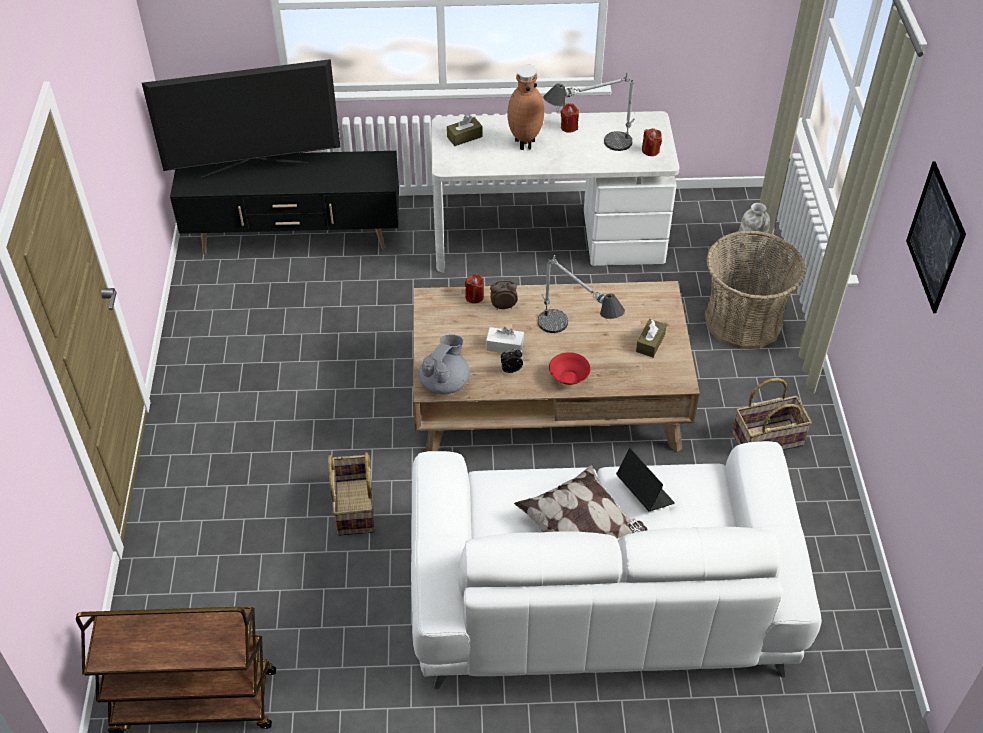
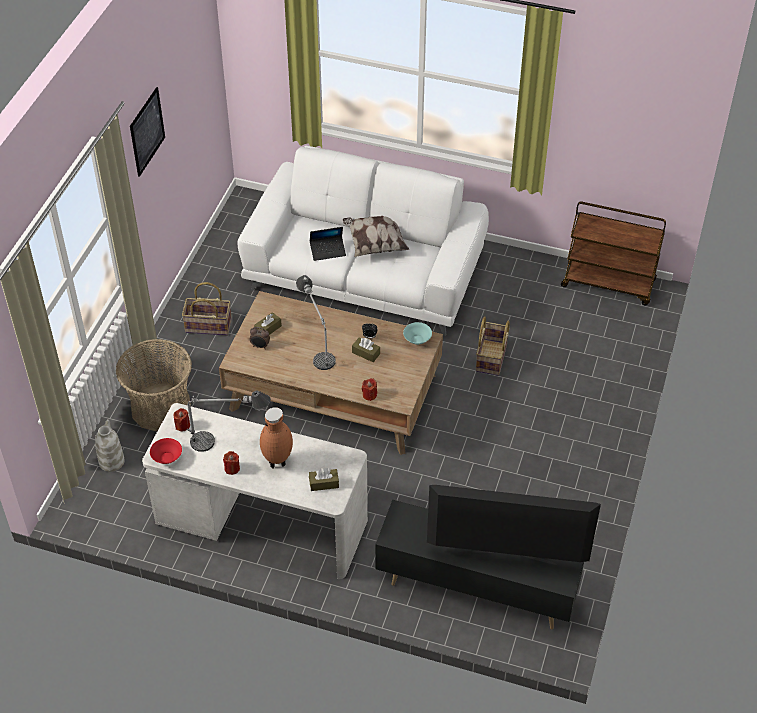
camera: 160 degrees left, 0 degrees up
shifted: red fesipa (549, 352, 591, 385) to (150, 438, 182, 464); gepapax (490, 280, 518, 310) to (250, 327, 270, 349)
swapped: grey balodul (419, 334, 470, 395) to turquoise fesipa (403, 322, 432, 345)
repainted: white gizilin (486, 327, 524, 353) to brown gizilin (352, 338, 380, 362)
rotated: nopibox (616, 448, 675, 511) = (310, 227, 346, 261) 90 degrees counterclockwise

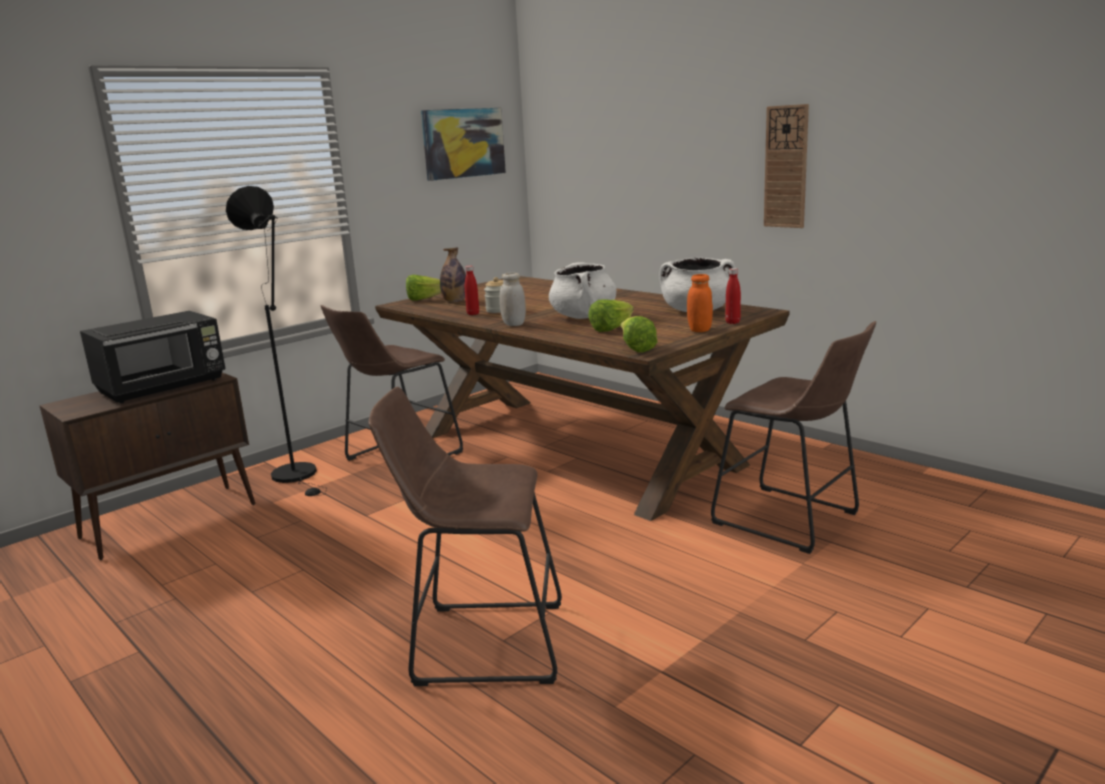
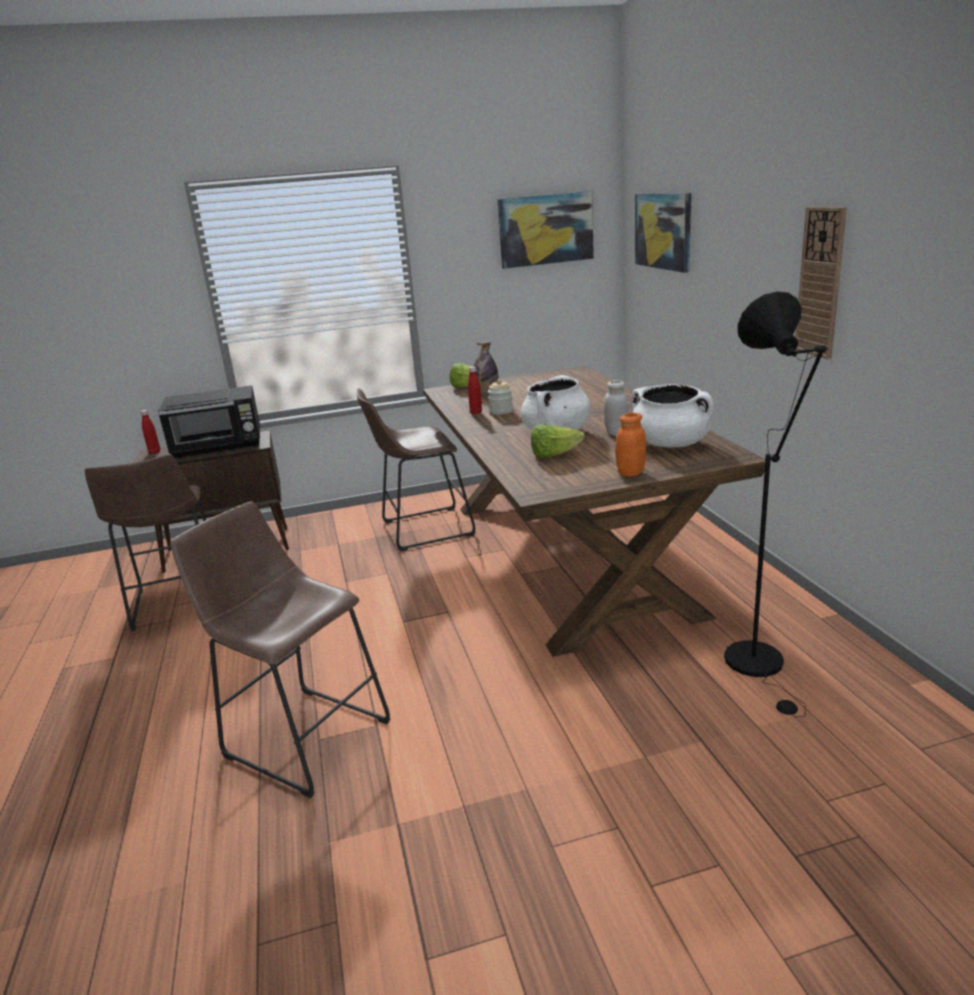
camera: 30 degrees right, 5 degrees up
gone: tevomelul (620, 316, 657, 352)
new: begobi (635, 193, 691, 273)
shifted: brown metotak (711, 321, 876, 554) to (85, 454, 206, 631); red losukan (725, 268, 741, 324) to (140, 410, 160, 454); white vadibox (499, 272, 526, 326) to (603, 380, 629, 436); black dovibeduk (226, 186, 327, 496) to (724, 291, 828, 717)

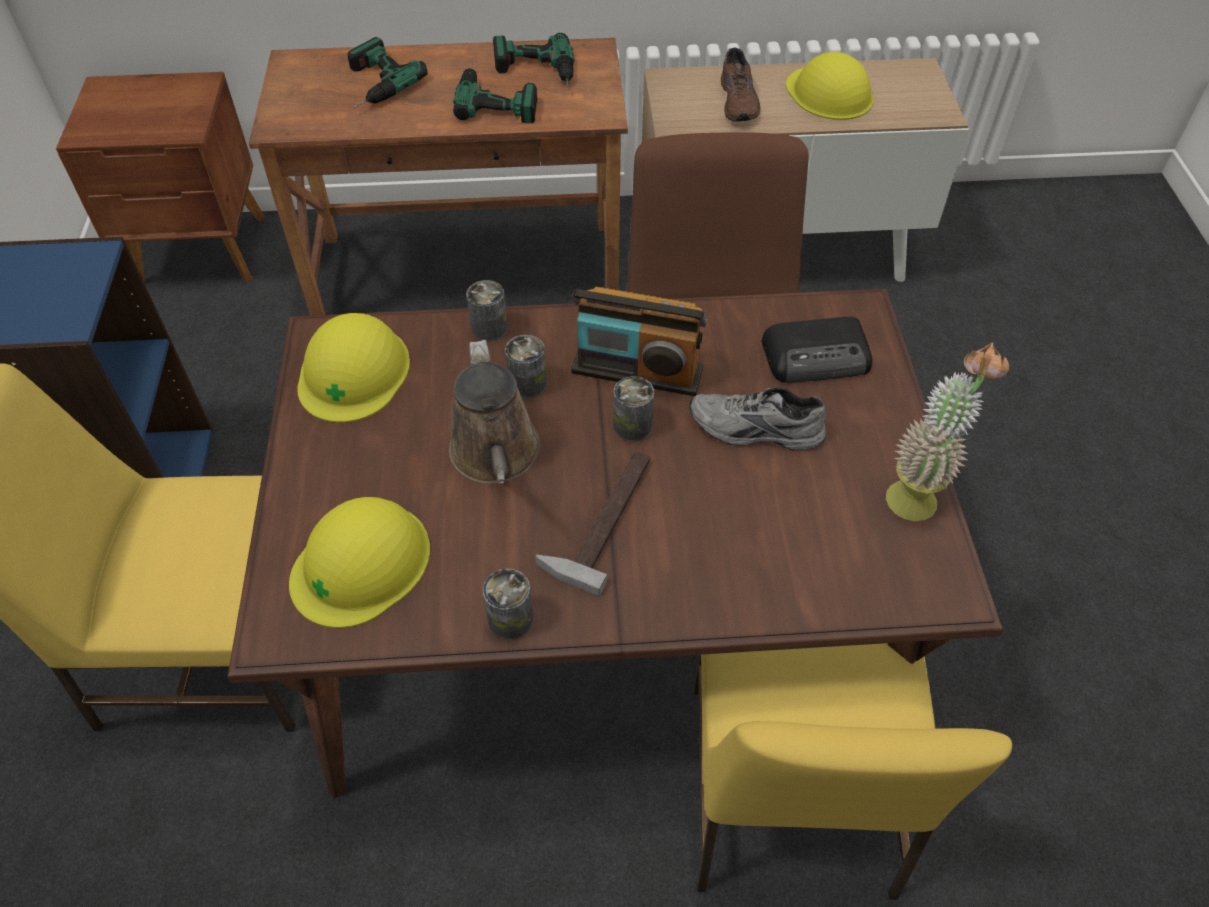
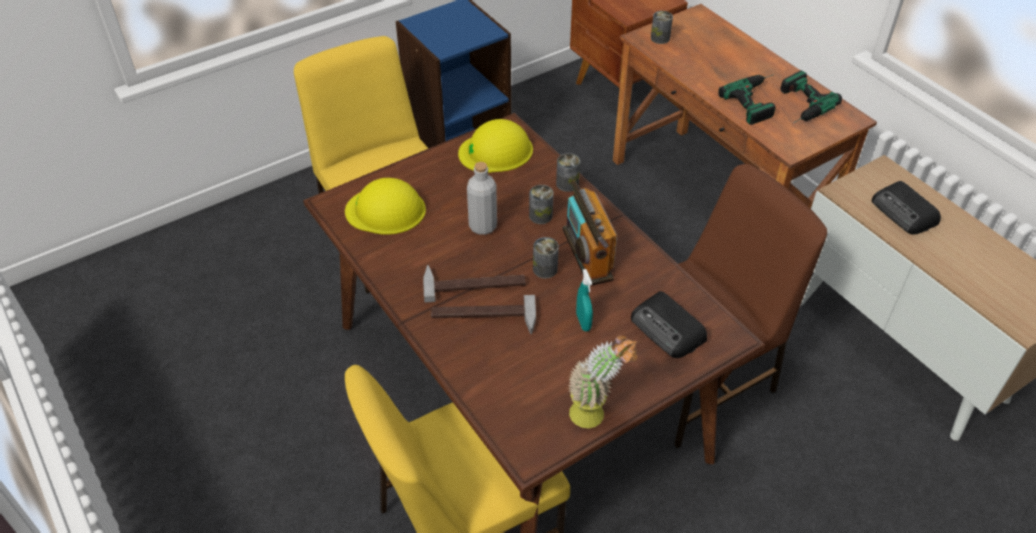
camera: 60 degrees right, 5 degrees down
gone: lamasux (348, 37, 428, 108); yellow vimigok (786, 52, 874, 120)
new: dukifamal (431, 295, 536, 334)
shifted: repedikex (483, 569, 533, 640) to (651, 11, 673, 44)
swapped: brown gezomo (449, 340, 540, 484) to grey losukan (467, 162, 497, 235); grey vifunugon (690, 387, 826, 450) to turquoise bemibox (576, 269, 593, 331); brown vifunugon (721, 47, 760, 122) to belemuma (872, 181, 941, 234)

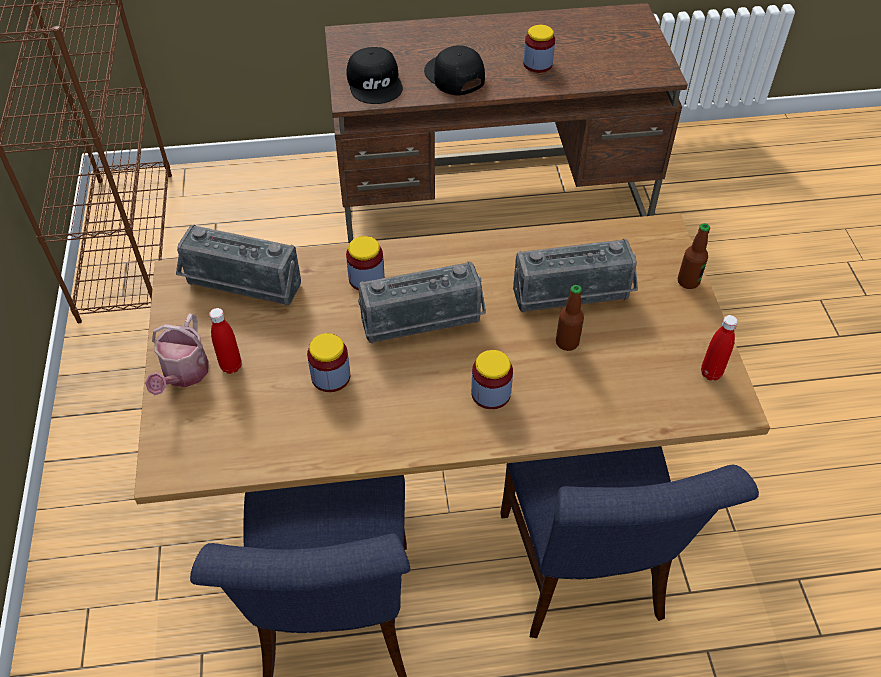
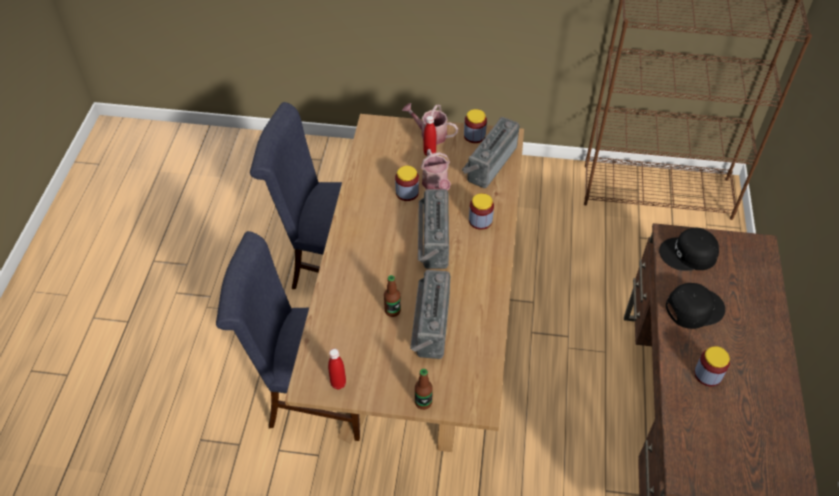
camera: 105 degrees right, 0 degrees up
new: gezomo (421, 149, 451, 190)
shifted: vadibox (471, 350, 513, 409) to (464, 109, 487, 143)

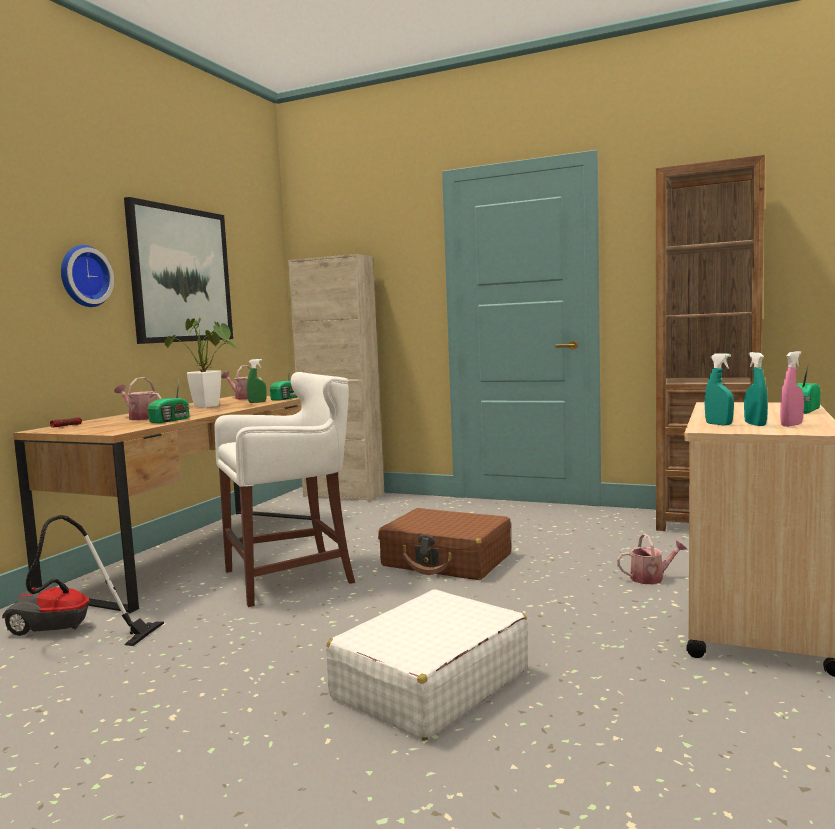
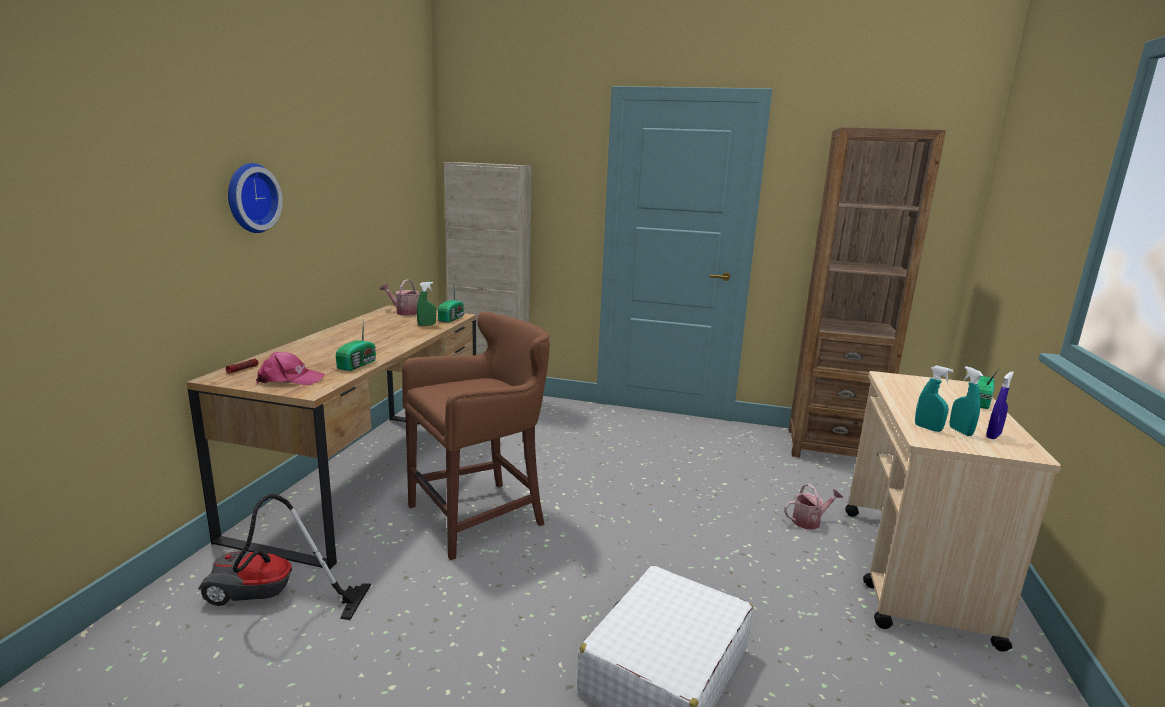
camera: 10 degrees left, 10 degrees up
gone: gezomo (114, 377, 162, 420); begobi (124, 197, 233, 344); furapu (165, 318, 238, 408); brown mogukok (378, 508, 511, 580)
new: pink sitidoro (256, 352, 325, 385)
repainted: white metotak (214, 372, 355, 607) to brown metotak (402, 312, 550, 560); pink bemibox (780, 351, 804, 427) to blue bemibox (986, 371, 1014, 439)

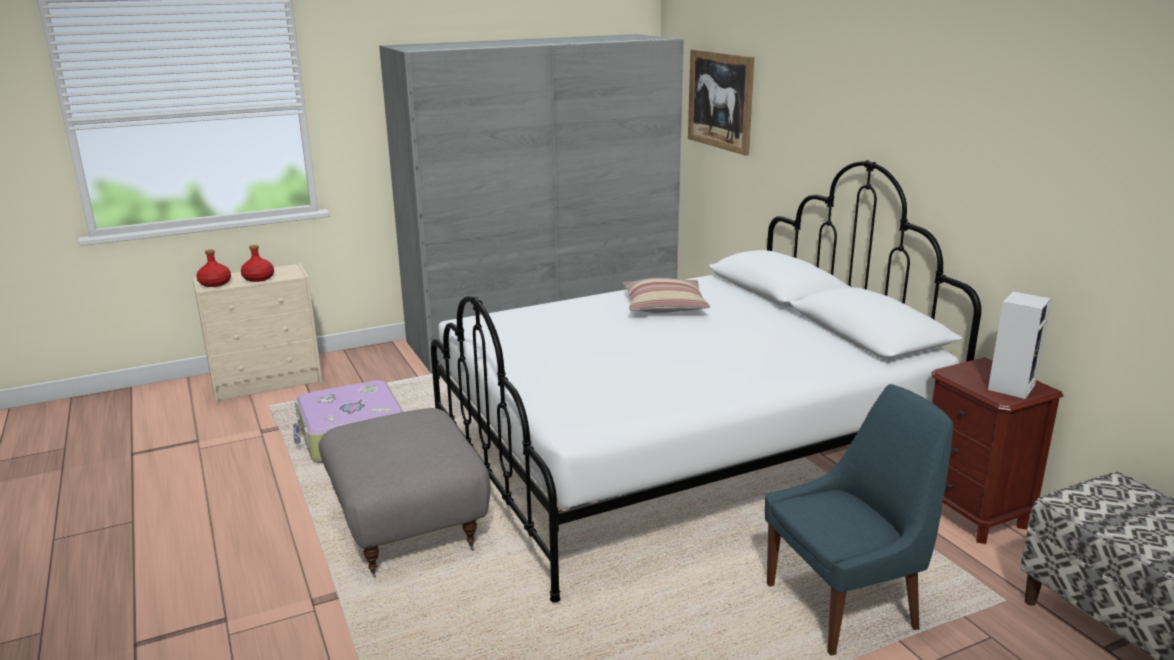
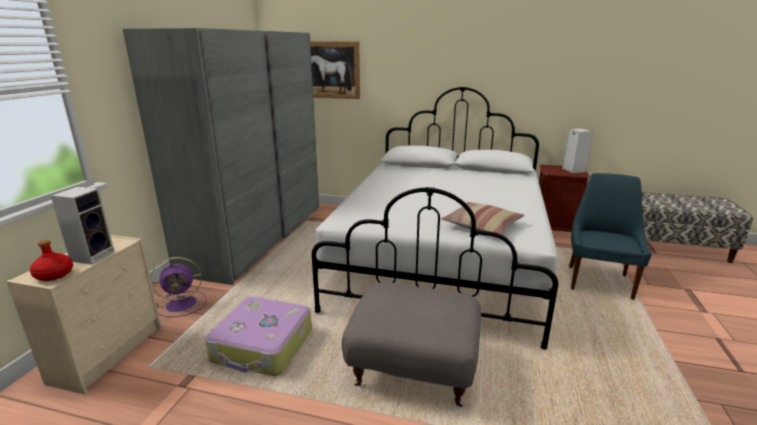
camera: 50 degrees left, 0 degrees up
new: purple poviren (150, 257, 206, 317)
shifted: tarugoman (623, 278, 710, 313) to (441, 202, 524, 235)
swapped: red losukan (241, 245, 274, 282) to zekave (51, 187, 115, 265)

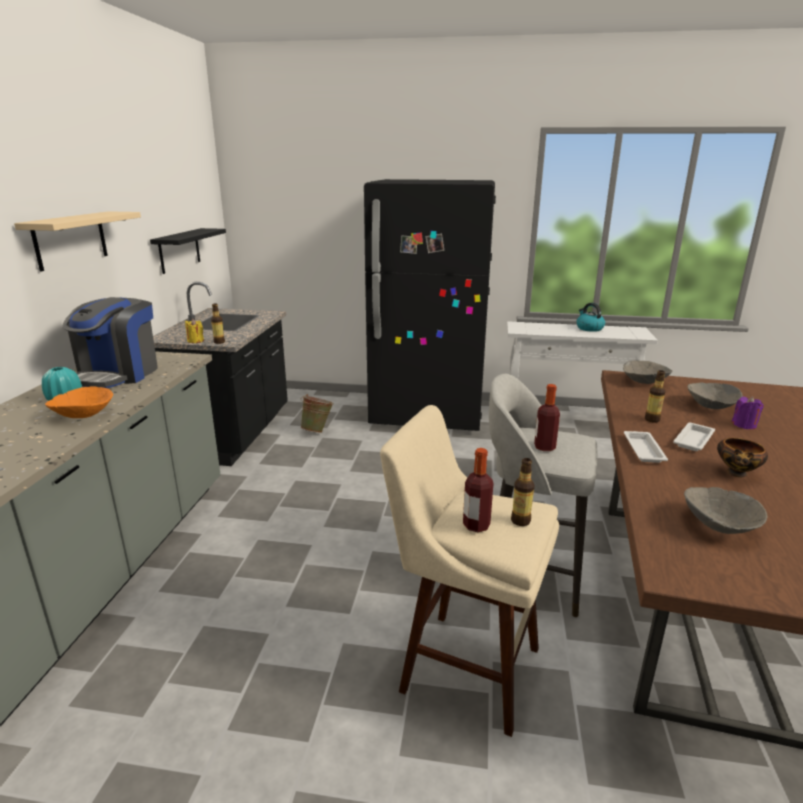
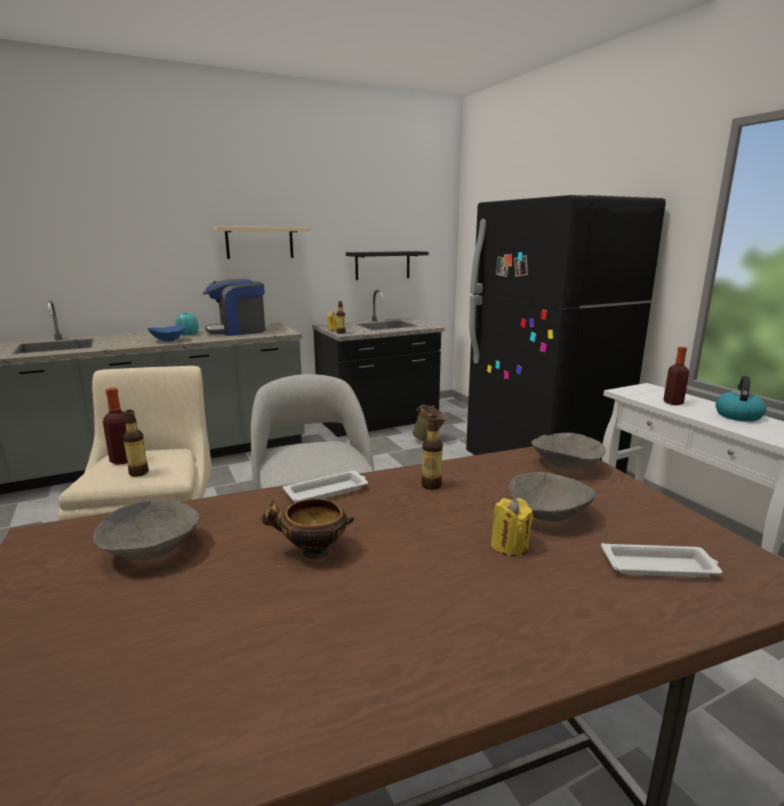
camera: 55 degrees right, 5 degrees down
shifted: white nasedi (673, 423, 715, 451) to (601, 543, 722, 577); losukan (534, 384, 560, 451) to (663, 347, 689, 405)
repainted: orange fesipa (45, 386, 113, 418) to blue fesipa (148, 325, 186, 342); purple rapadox (732, 396, 764, 429) to yellow rapadox (491, 498, 533, 556)

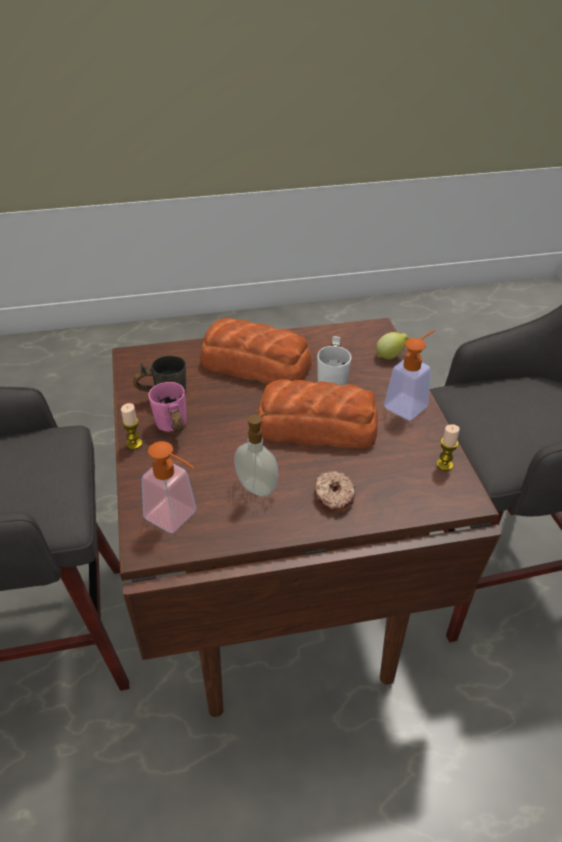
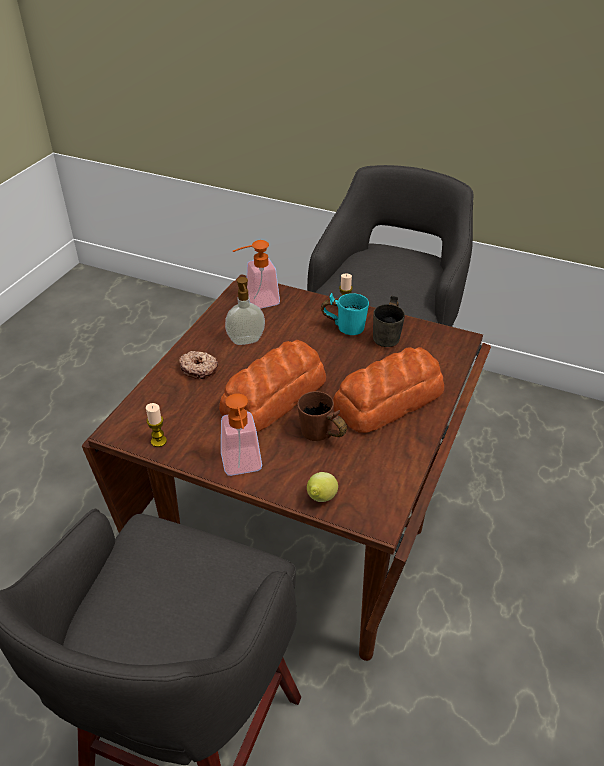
camera: 125 degrees right, 0 degrees up
repainted: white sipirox (317, 336, 351, 386) to brown sipirox (297, 391, 347, 441); pink sipirox (148, 382, 186, 432) to turquoise sipirox (321, 293, 369, 335)

